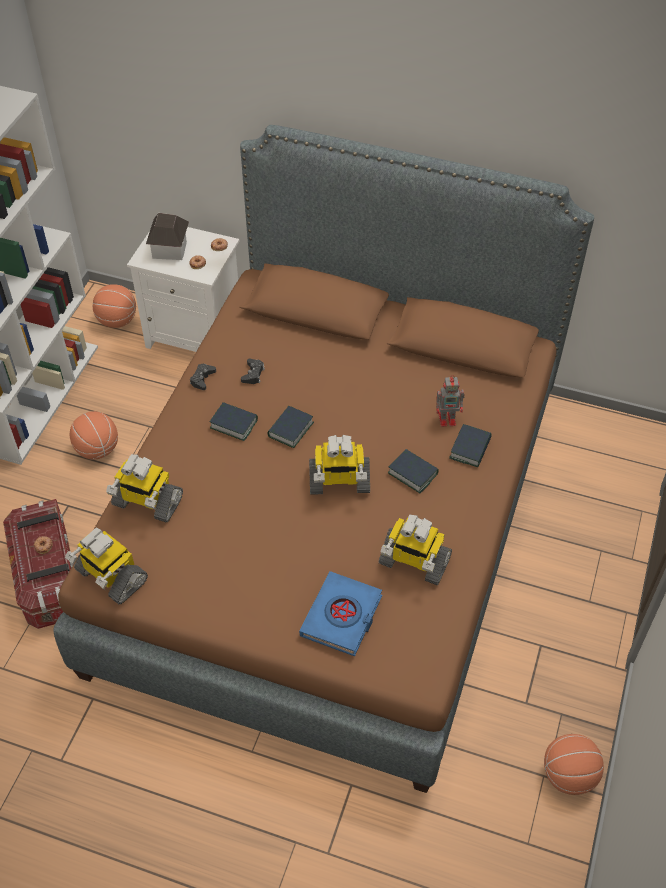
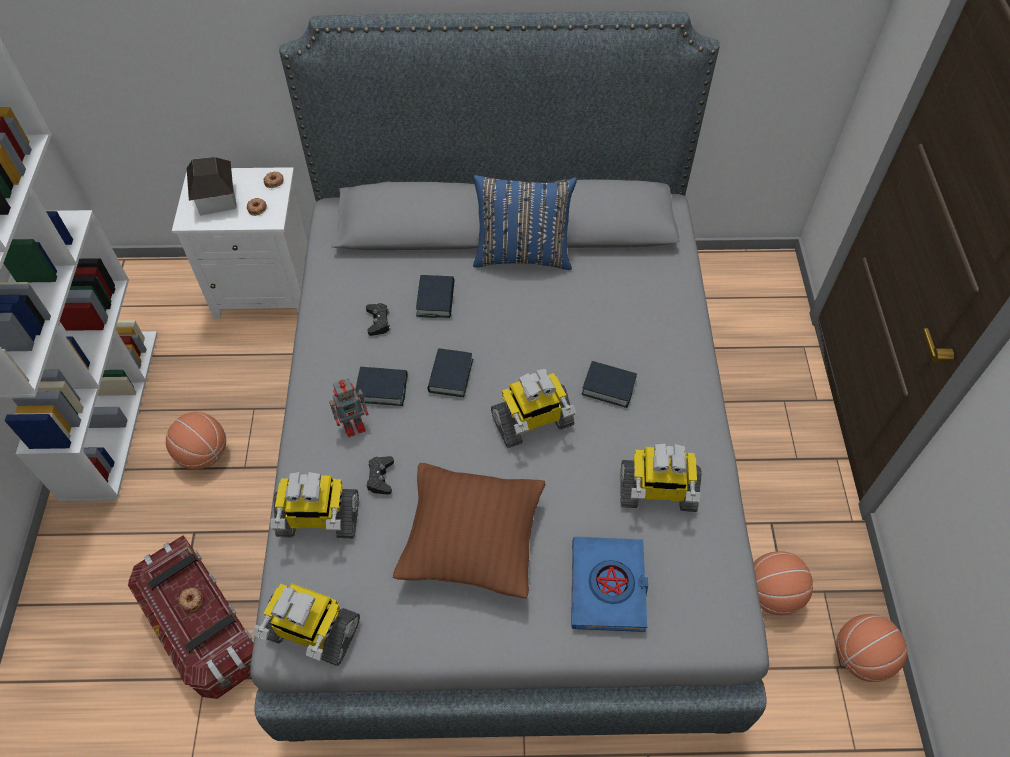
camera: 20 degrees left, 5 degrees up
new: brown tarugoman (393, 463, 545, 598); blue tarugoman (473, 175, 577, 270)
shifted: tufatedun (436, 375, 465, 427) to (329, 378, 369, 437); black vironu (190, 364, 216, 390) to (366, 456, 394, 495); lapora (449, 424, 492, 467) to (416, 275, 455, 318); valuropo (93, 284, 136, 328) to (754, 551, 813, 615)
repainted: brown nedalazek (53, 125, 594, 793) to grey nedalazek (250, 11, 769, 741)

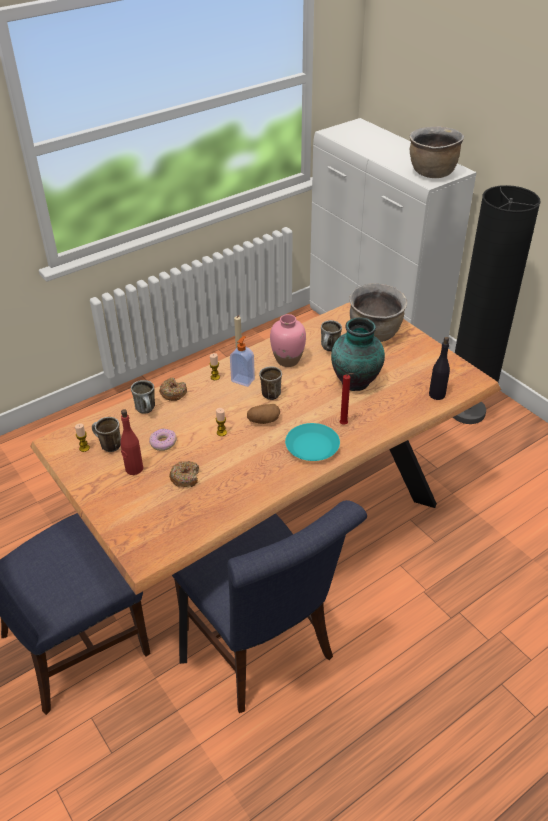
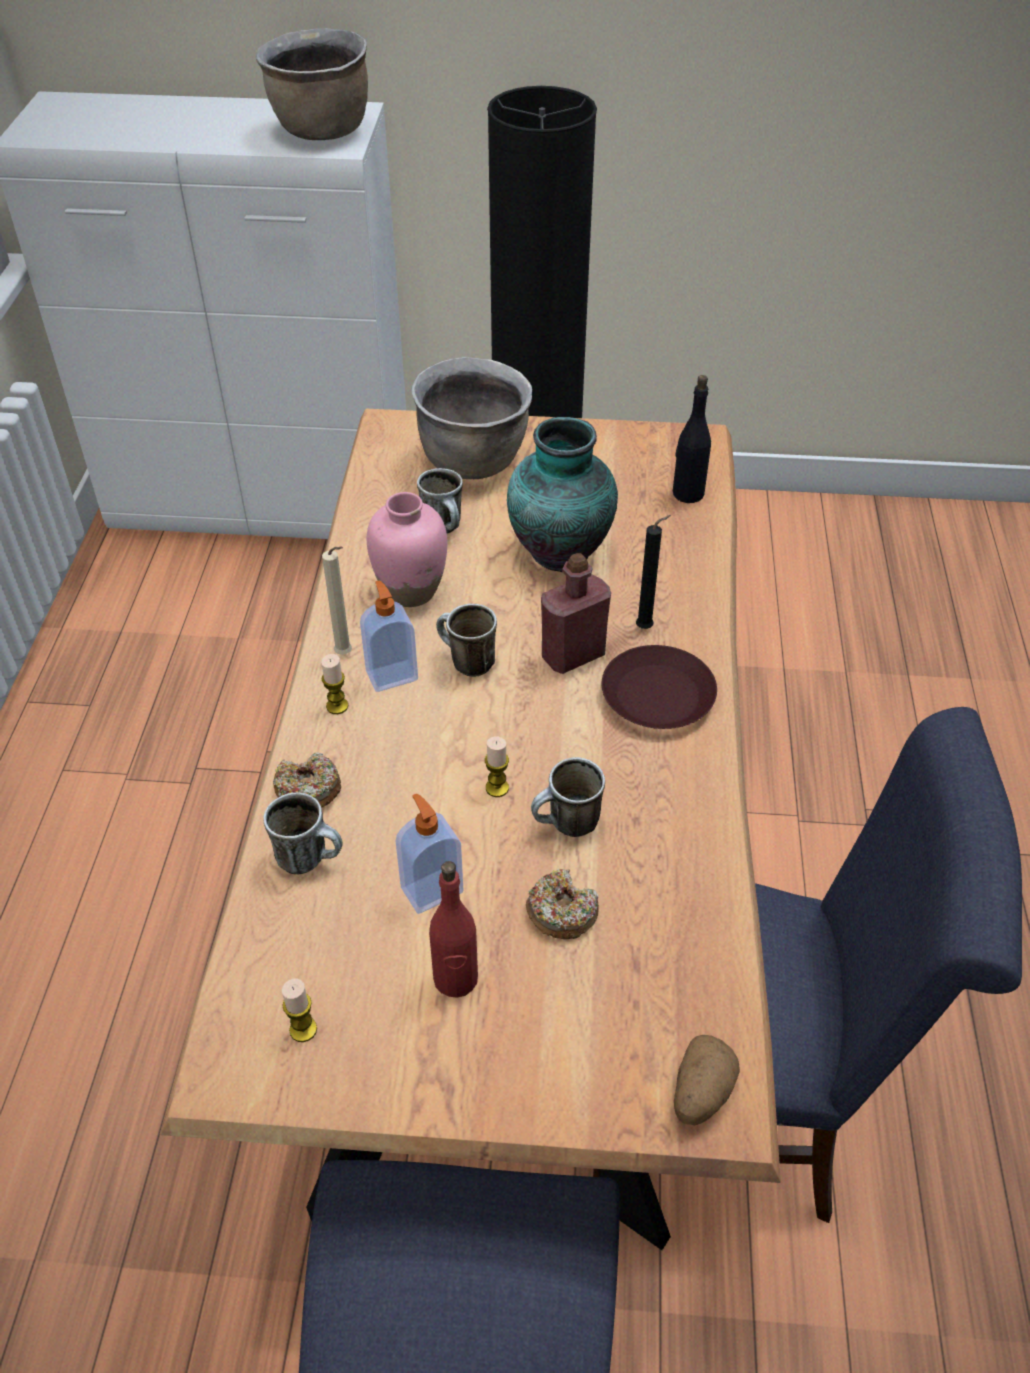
camera: 50 degrees left, 5 degrees up
new: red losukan (541, 553, 611, 674)
shifted: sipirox (92, 417, 121, 452) to (531, 757, 605, 837); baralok (247, 404, 280, 424) to (674, 1035, 740, 1125)
swapped: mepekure (149, 429, 177, 451) to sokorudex (396, 794, 463, 914)
repainted: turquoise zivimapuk (285, 423, 340, 461) to brown zivimapuk (602, 645, 717, 729); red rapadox (340, 373, 354, 425) to black rapadox (636, 515, 671, 629)

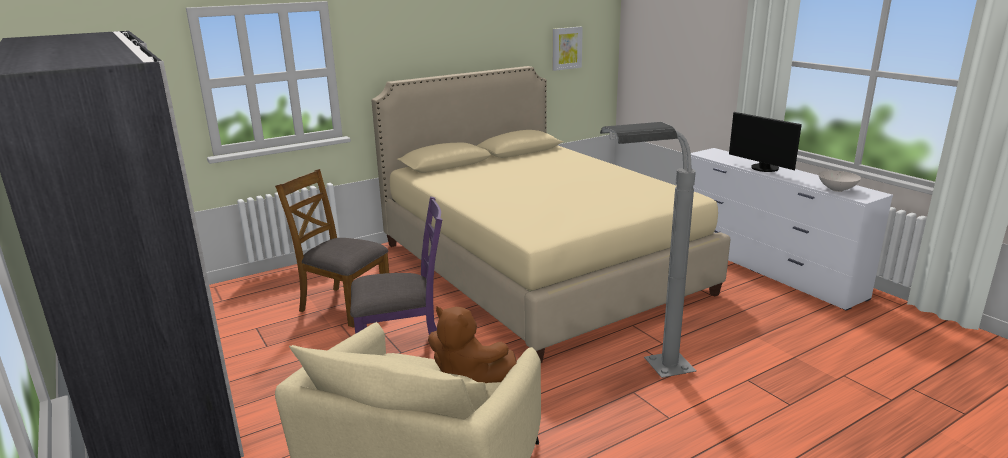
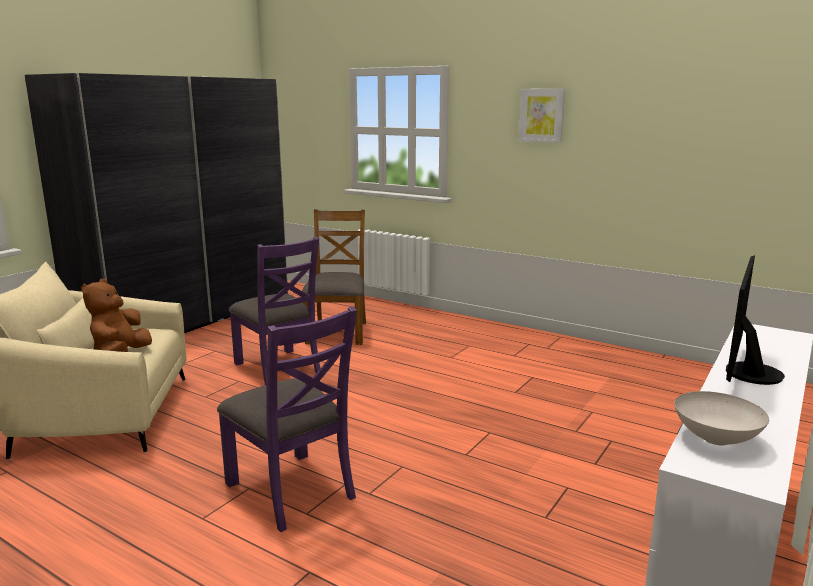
camera: 65 degrees right, 5 degrees down
gone: beige nedalazek (371, 66, 731, 363)
shifted: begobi (553, 27, 583, 71) to (519, 89, 565, 143)
swapped: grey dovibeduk (600, 122, 696, 378) to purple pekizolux (217, 306, 357, 532)

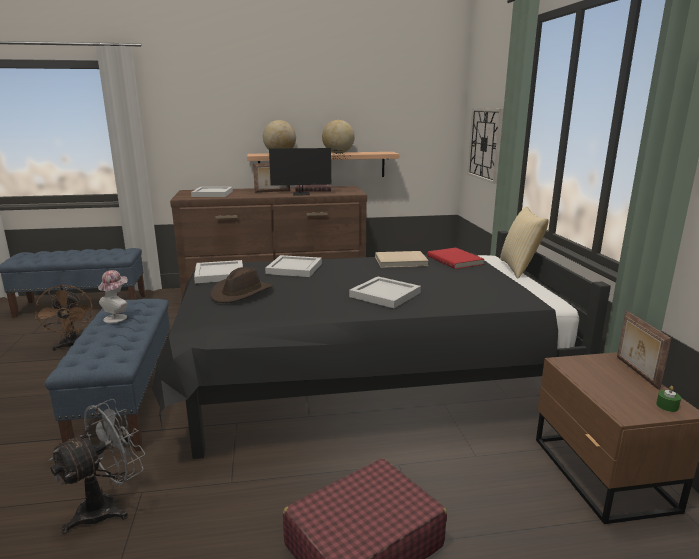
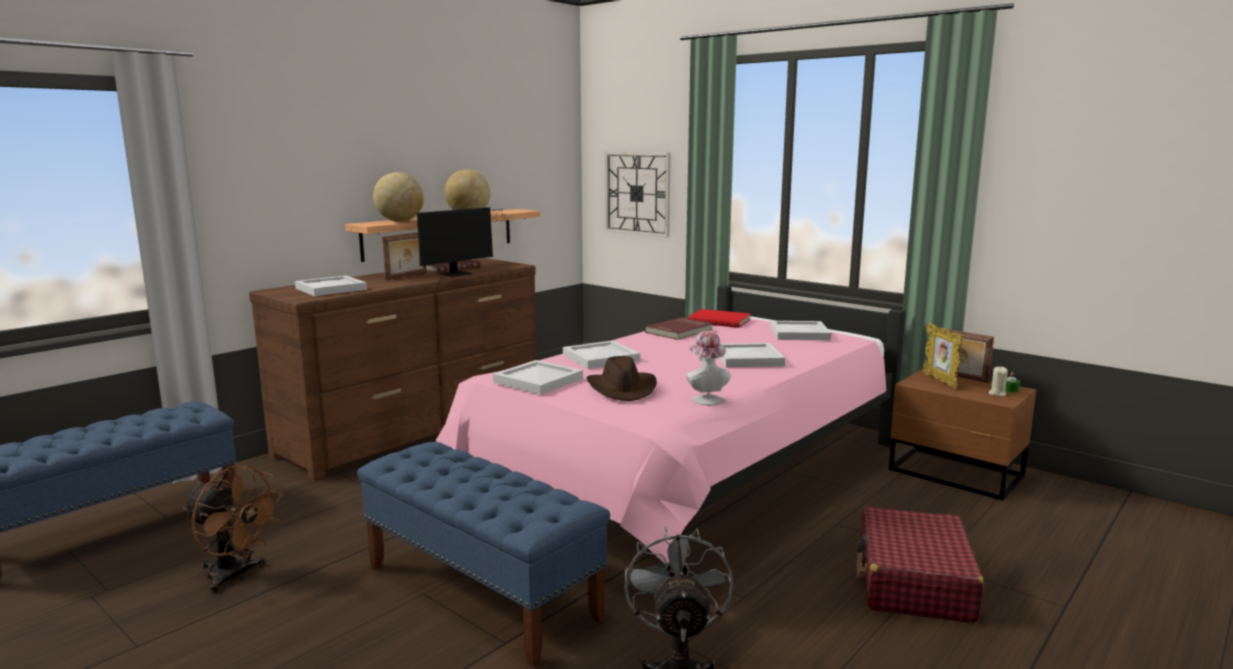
camera: 40 degrees left, 5 degrees down
gone: tarugoman (500, 207, 548, 279)
new: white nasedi (770, 321, 831, 340); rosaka (923, 323, 963, 389); beige rapadox (989, 366, 1008, 396)
shifted: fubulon (98, 270, 128, 323) to (686, 330, 731, 405)
repainted: black nedalazek (152, 231, 611, 459) to pink nedalazek (436, 285, 906, 568); beige lapora (375, 251, 429, 268) to red lapora (645, 317, 713, 340)

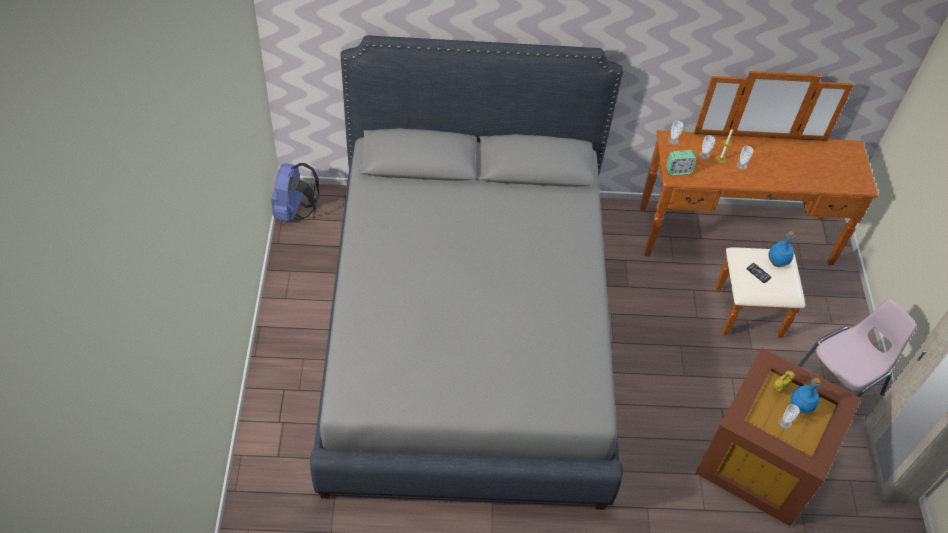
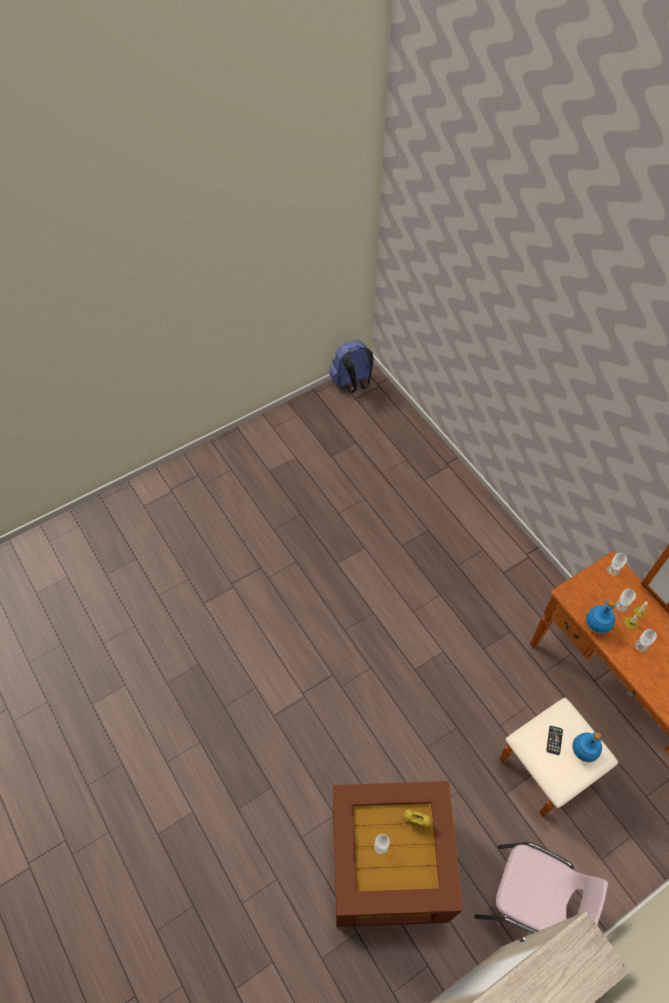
camera: 60 degrees right, 5 degrees up
gone: grey nedalazek (310, 35, 624, 510); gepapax (666, 150, 697, 176)
shifted: blue losukan (790, 378, 821, 414) to (586, 600, 616, 634)

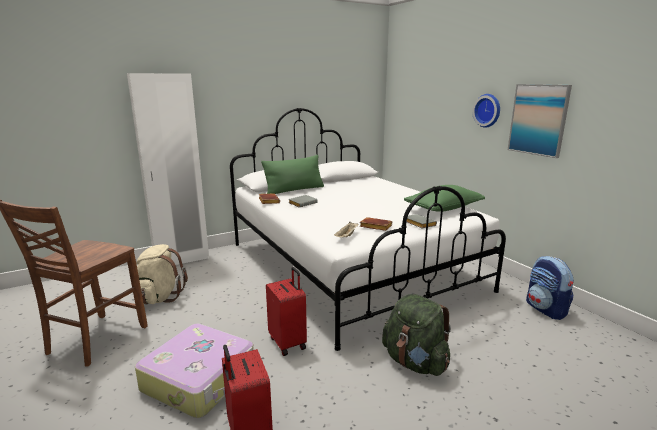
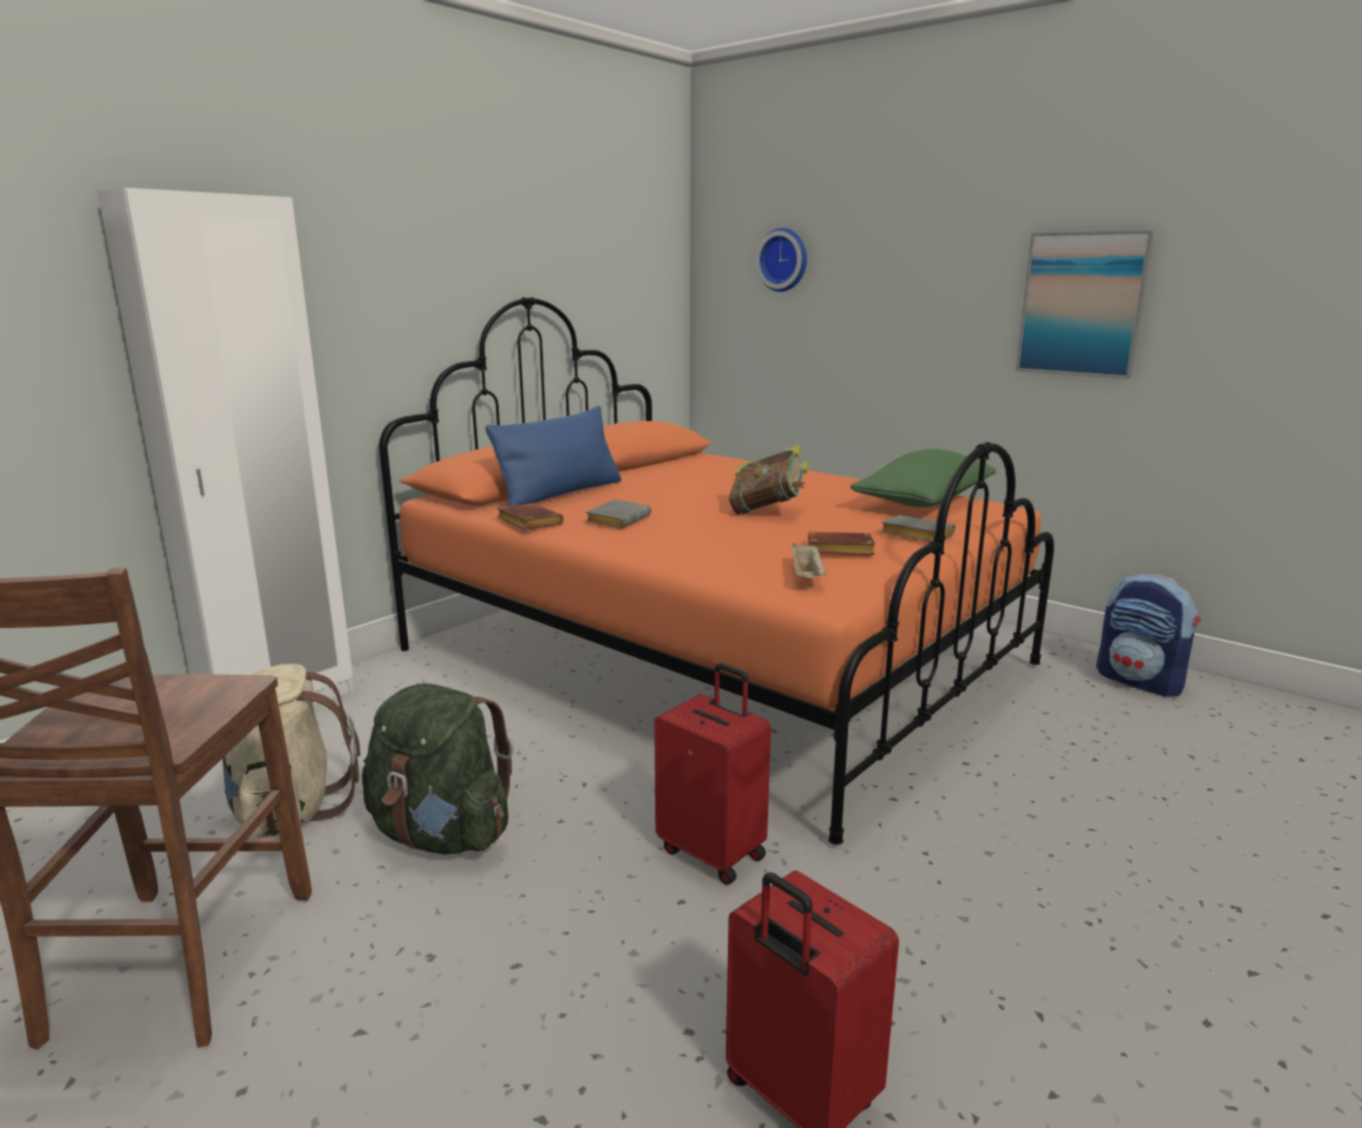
camera: 20 degrees left, 0 degrees up
gone: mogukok (135, 324, 254, 418)
new: lapora (728, 445, 810, 514)
shifted: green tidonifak (382, 294, 451, 376) to (362, 683, 513, 855); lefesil (472, 94, 500, 128) to (756, 228, 807, 292)
repainted: white nedalazek (230, 108, 506, 351) to orange nedalazek (379, 297, 1054, 845); green tarugoman (261, 155, 324, 194) to blue tarugoman (485, 406, 621, 506)

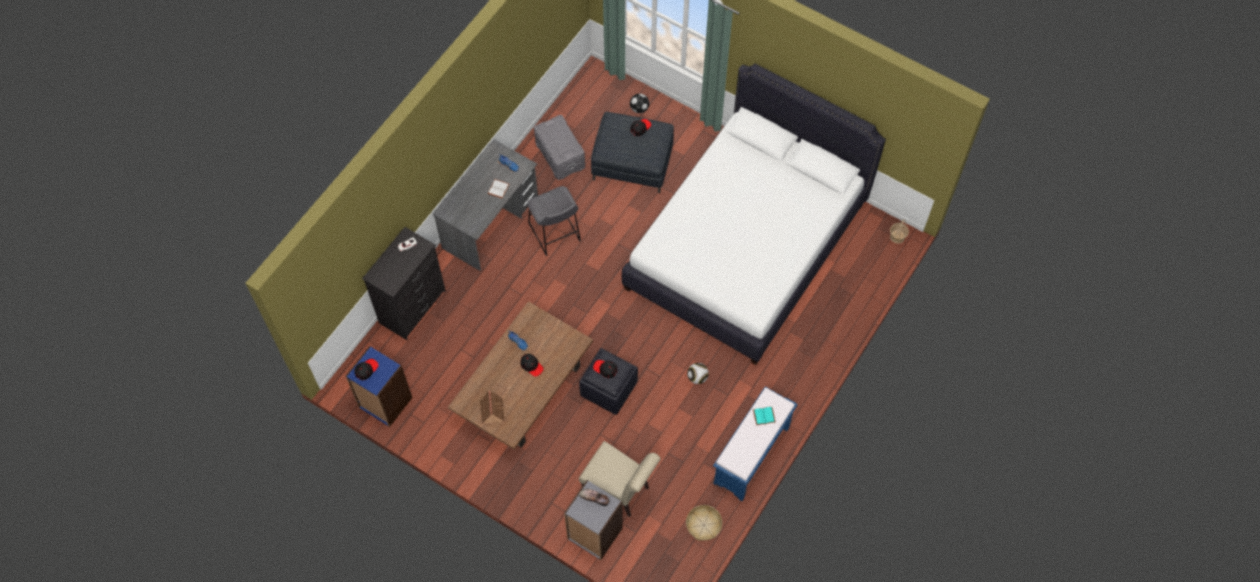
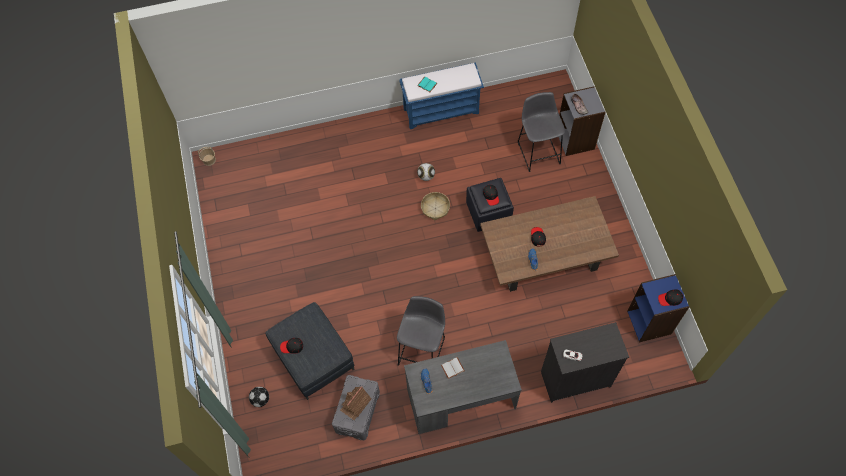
camera: 135 degrees left, 0 degrees up
gone: white nedalazek (622, 64, 886, 365)
shifted: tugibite (480, 391, 504, 423) to (340, 386, 372, 420); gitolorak (686, 505, 722, 541) to (421, 192, 450, 220)
swapped: beige pekizolux (579, 441, 661, 517) to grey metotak (518, 92, 565, 172)

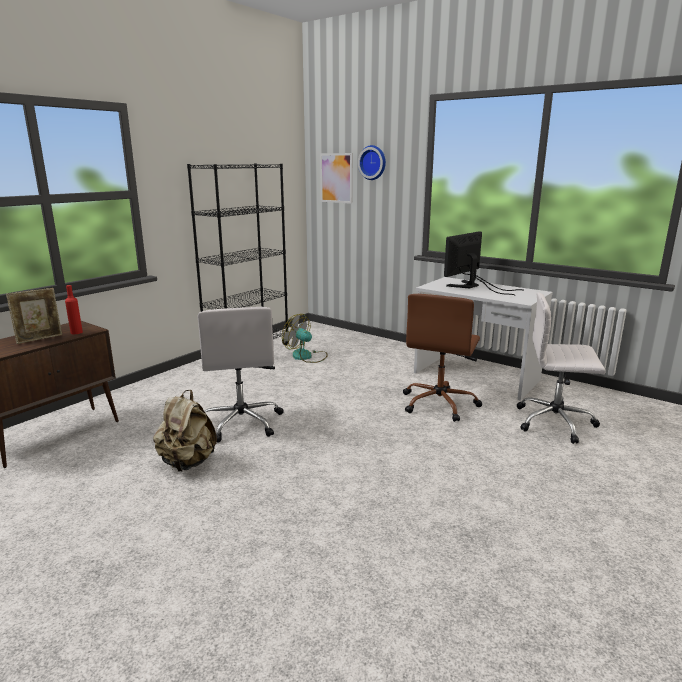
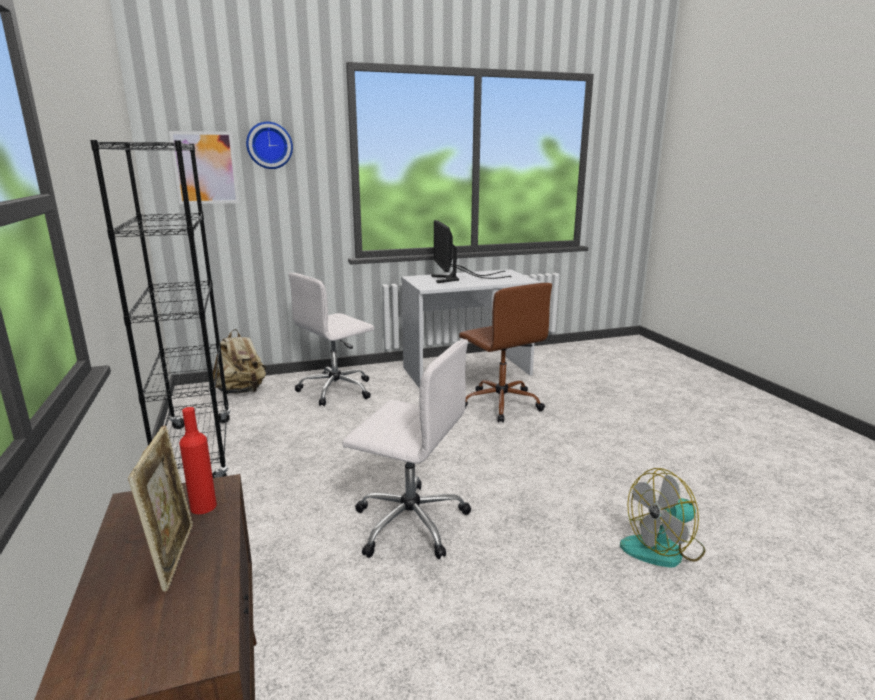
camera: 55 degrees left, 0 degrees up
shifted: beige tidonifak (153, 390, 217, 472) to (213, 329, 266, 394); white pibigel (517, 292, 606, 444) to (288, 273, 374, 406); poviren (282, 314, 327, 363) to (620, 468, 705, 568)

